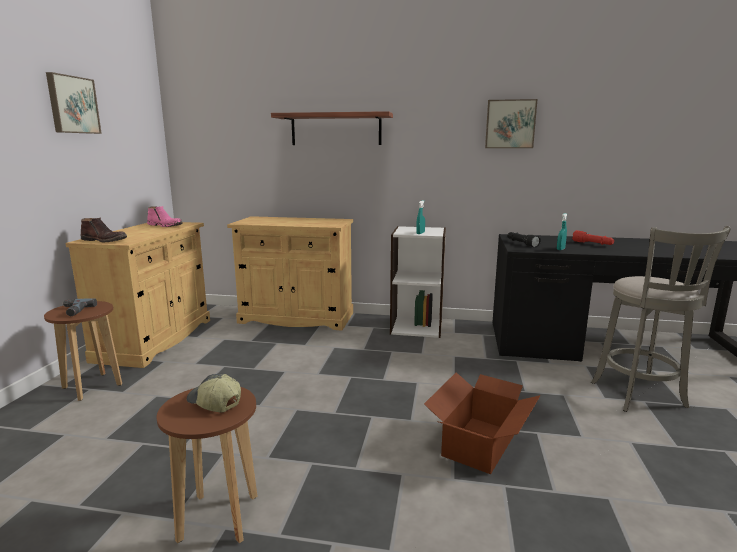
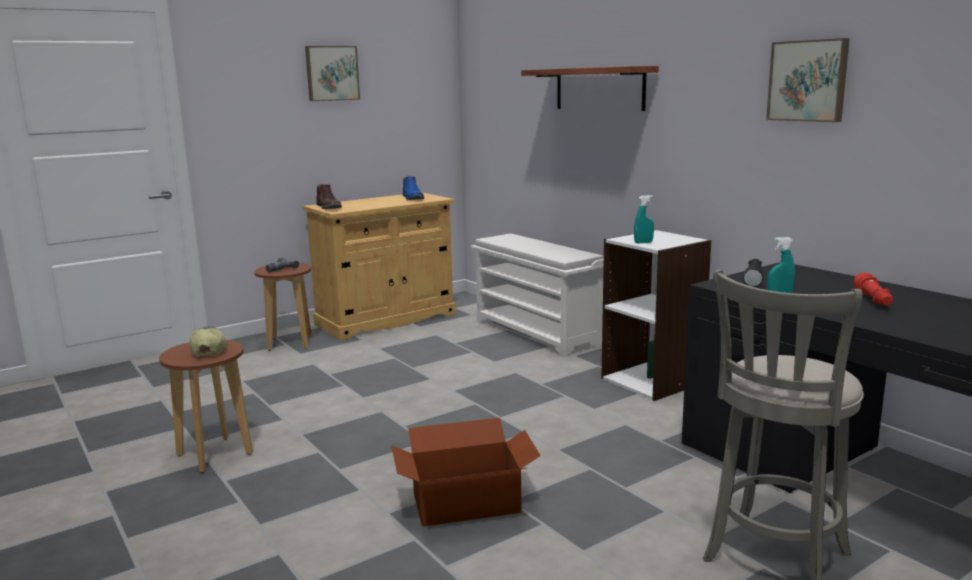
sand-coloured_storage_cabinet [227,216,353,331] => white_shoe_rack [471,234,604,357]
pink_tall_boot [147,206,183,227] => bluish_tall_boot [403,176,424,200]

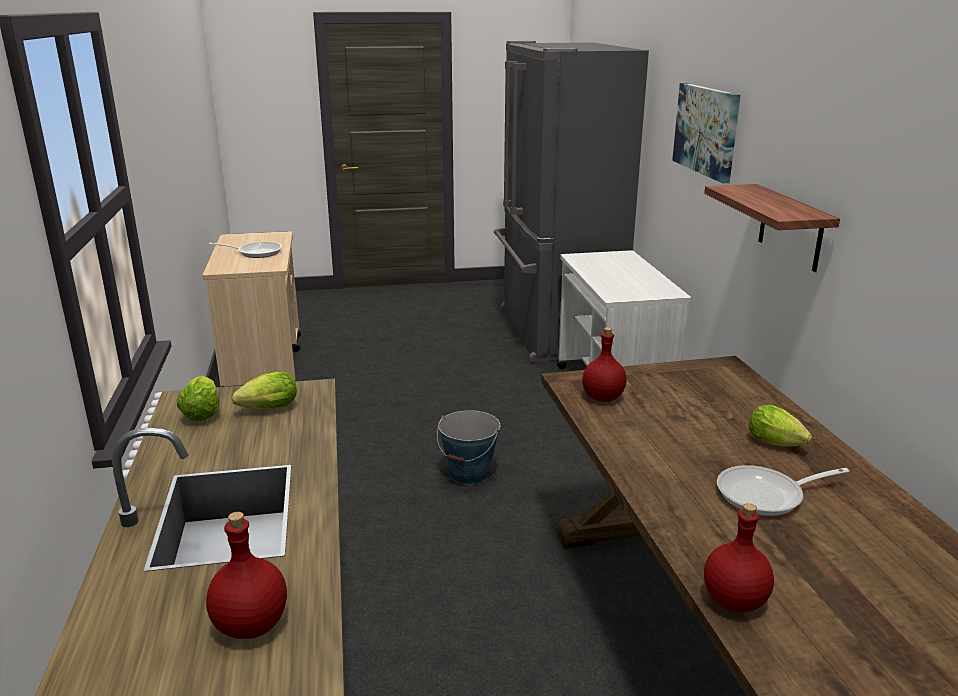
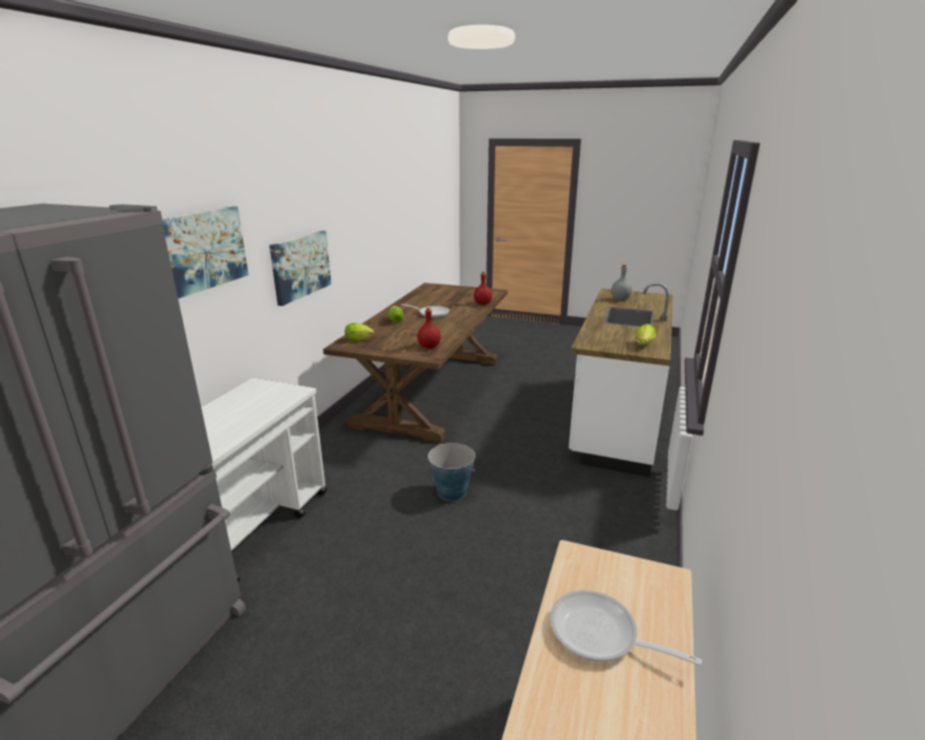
lettuce_head [232,371,297,409] => lettuce_head [345,323,374,341], moved
bracket_shelf [704,184,840,272] => wall_picture [269,231,331,306]
red-coloured_drink_bottle [206,512,287,639] => greyish_drink_bottle [611,264,632,300]

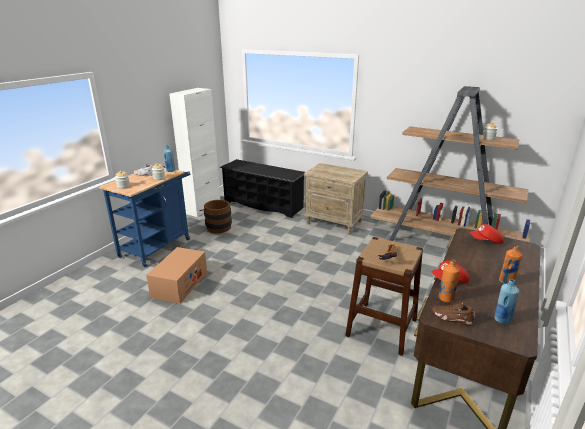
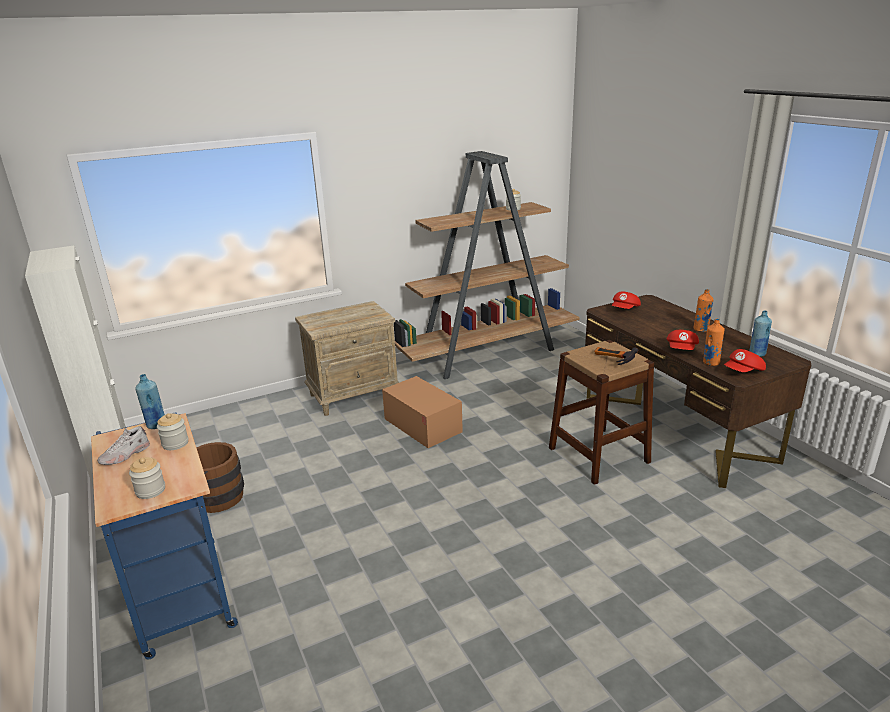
black_shoe_rack [220,159,305,218] => nothing
packing_box [146,247,207,304] => packing_box [382,376,463,448], moved
brown-coloured_low_shoe [432,302,475,326] => red-coloured_cap [724,349,766,372]

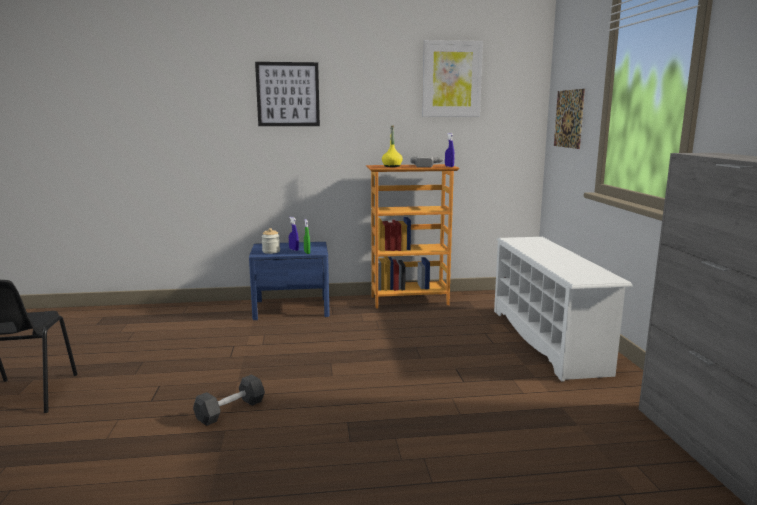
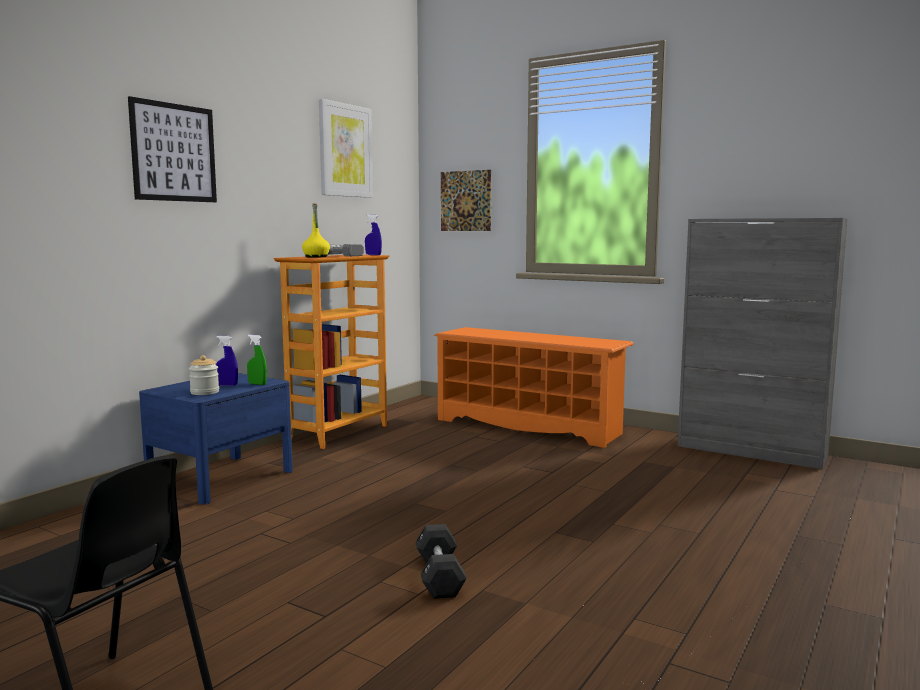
white_shoe_rack [494,237,633,382] => orange_shoe_rack [434,327,634,448]

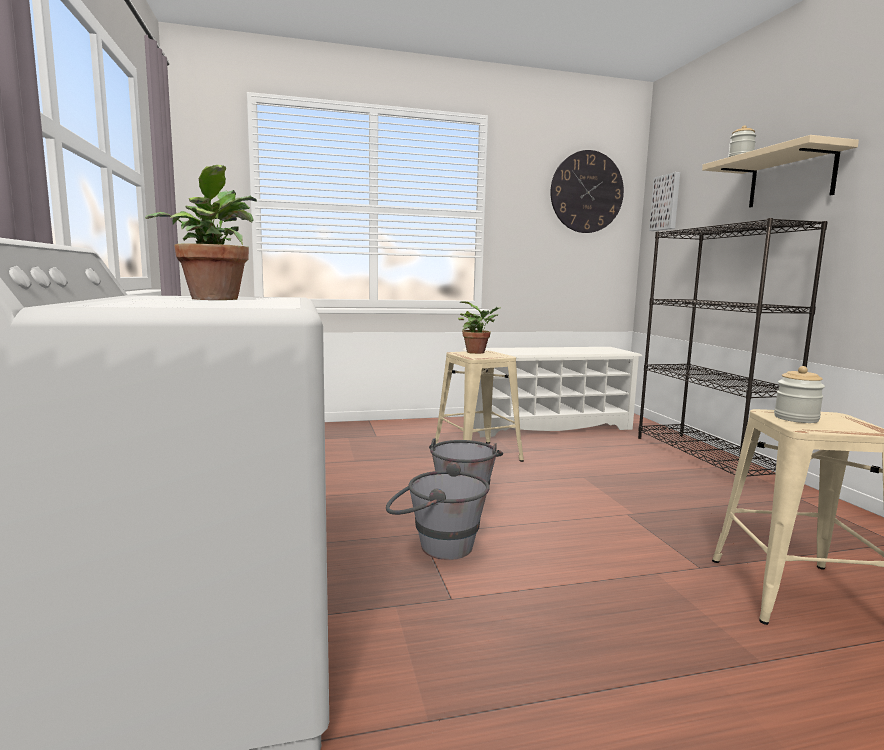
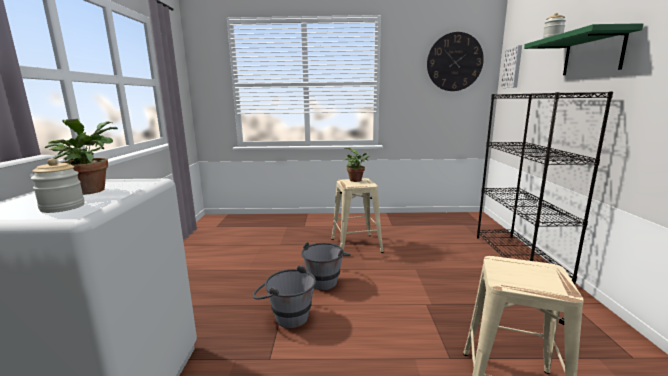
white_shoe_rack [462,347,642,437] => nothing
jar [774,366,825,423] => jar [31,158,85,213], moved
sand-coloured_bracket_shelf [702,135,859,207] => green-coloured_bracket_shelf [524,23,643,75]

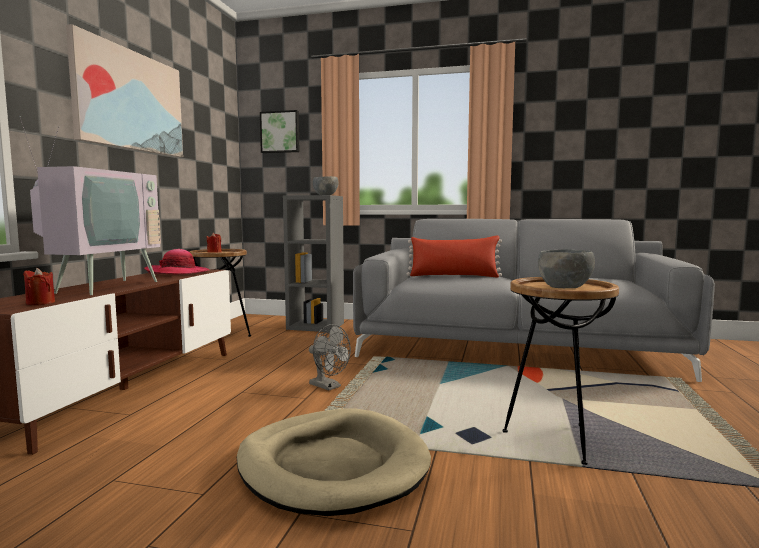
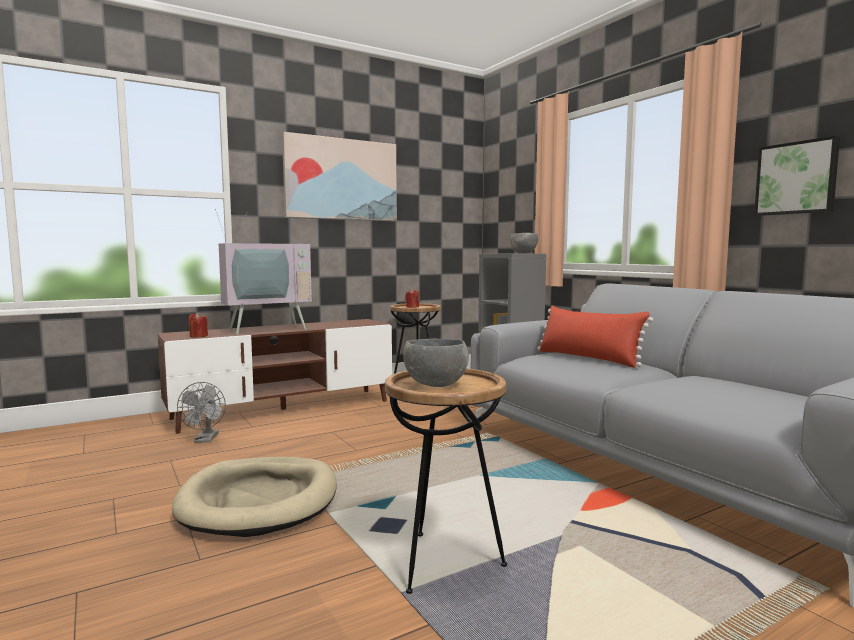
wearable_hat [144,249,209,275] => nothing
wall_picture [260,110,300,153] => wall_picture [754,135,840,216], moved
greyish_cooling_fan [309,324,351,391] => greyish_cooling_fan [177,382,226,443], moved

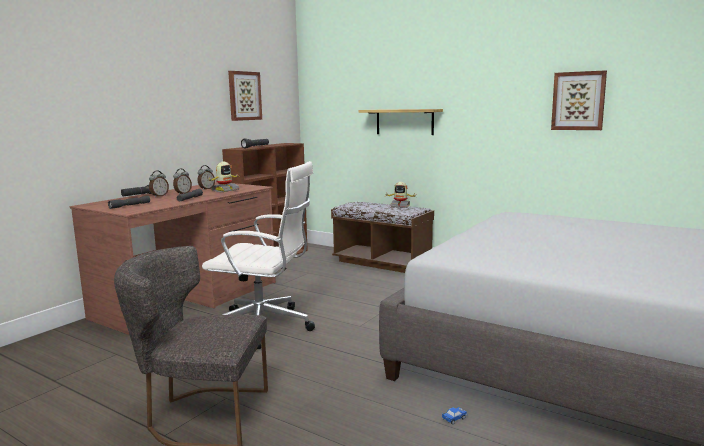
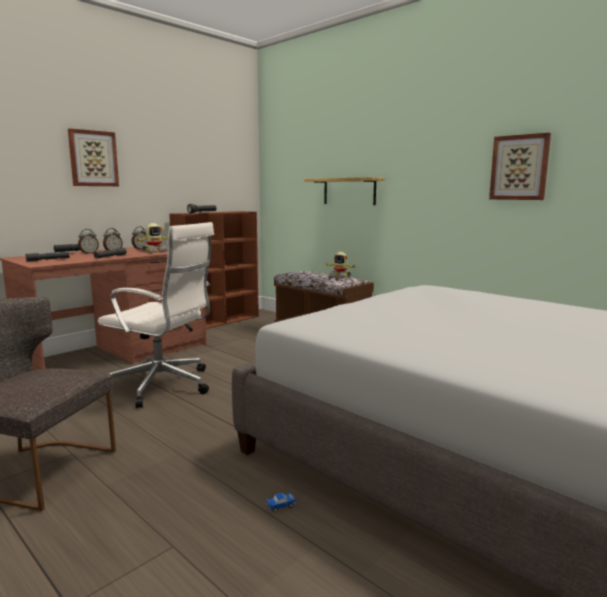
wall_picture [228,71,262,121] => wall_picture [68,128,119,186], moved

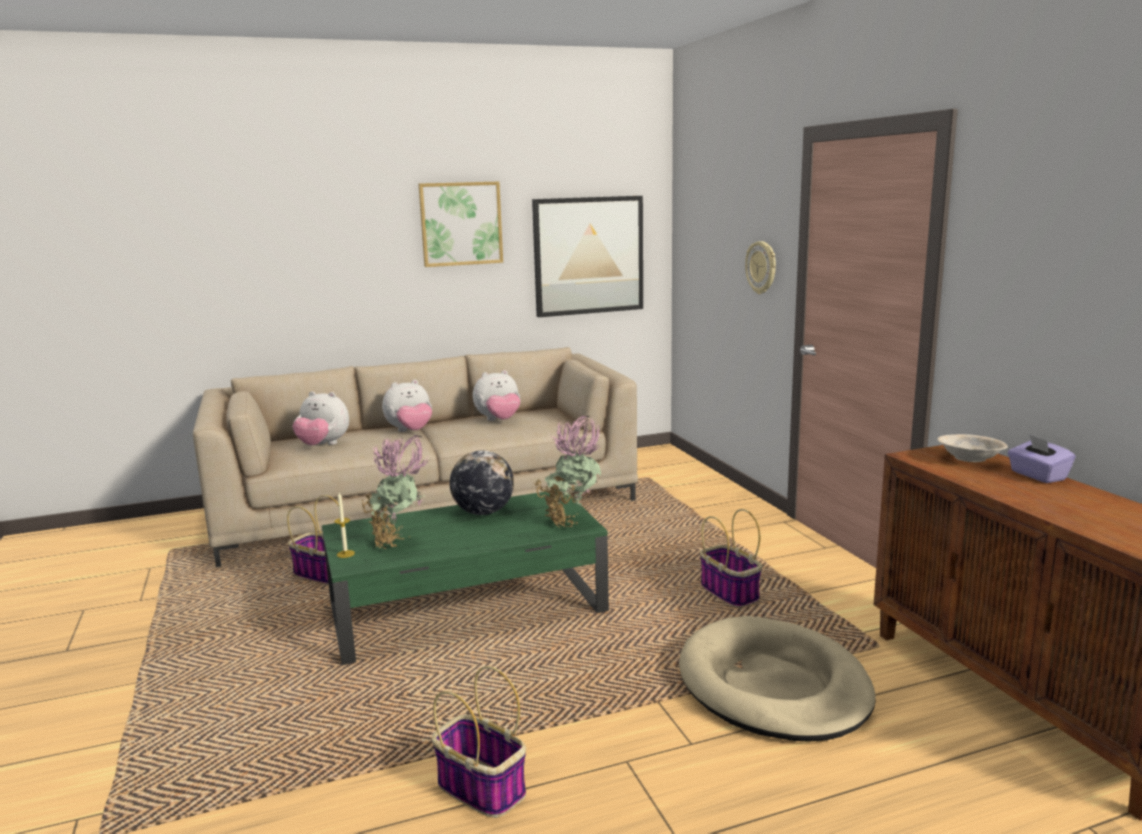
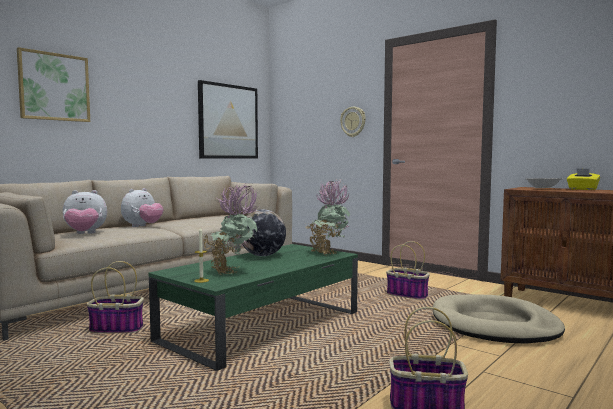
soft_toy [473,370,520,421] => nothing
wall_picture [418,182,503,267] => wall_picture [17,47,90,122], moved
purple_tissue_holder [1007,434,1076,483] => yellow-coloured_tissue_holder [567,168,600,190]

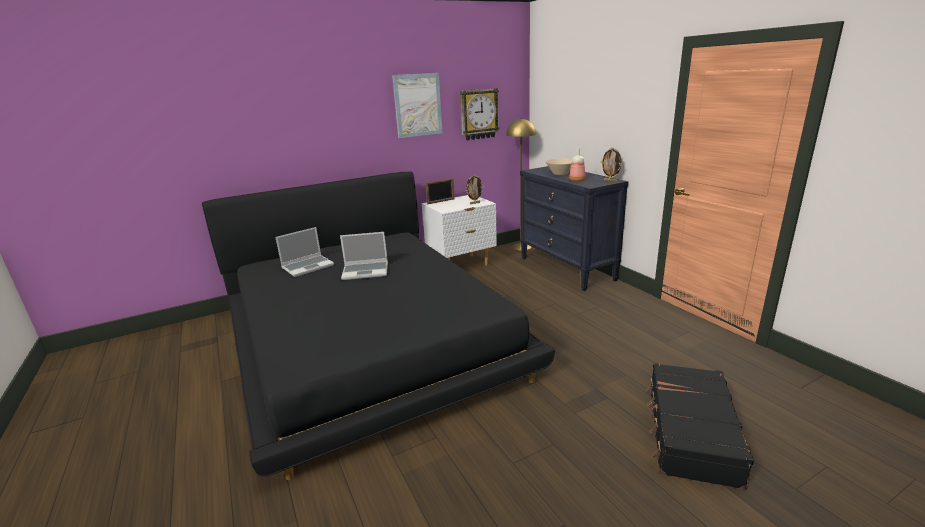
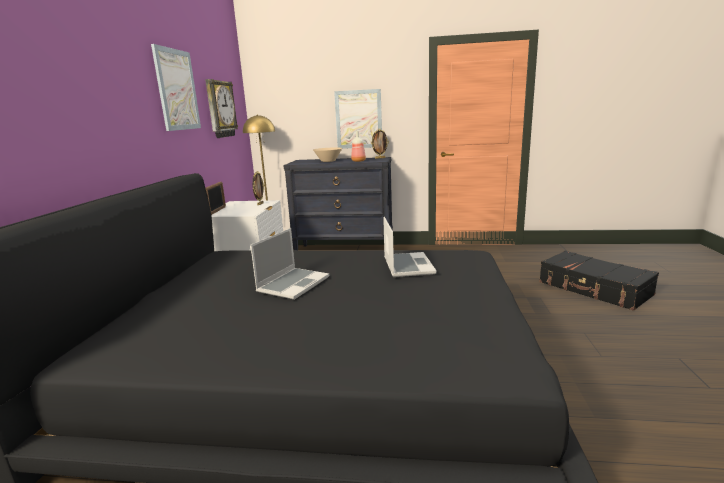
nothing => wall_picture [334,89,382,149]
notebook_computer [275,227,334,277] => notebook_computer [383,217,437,277], moved

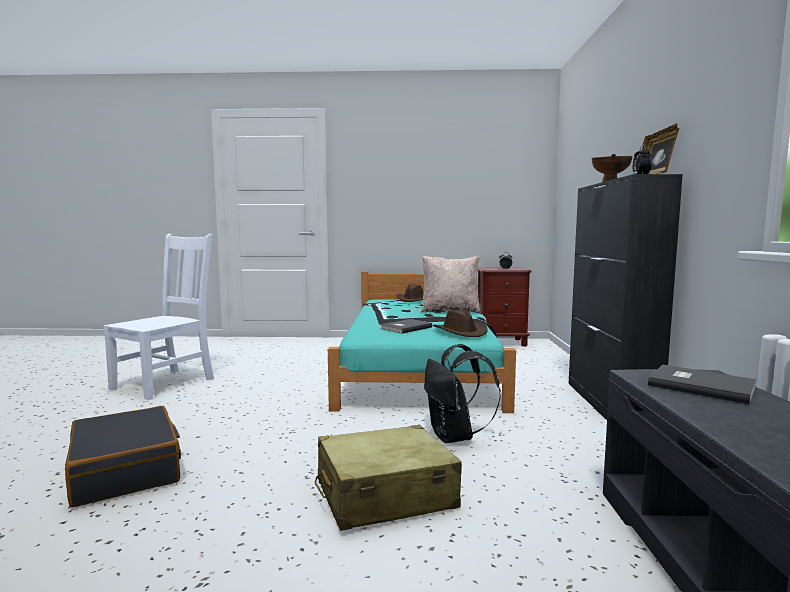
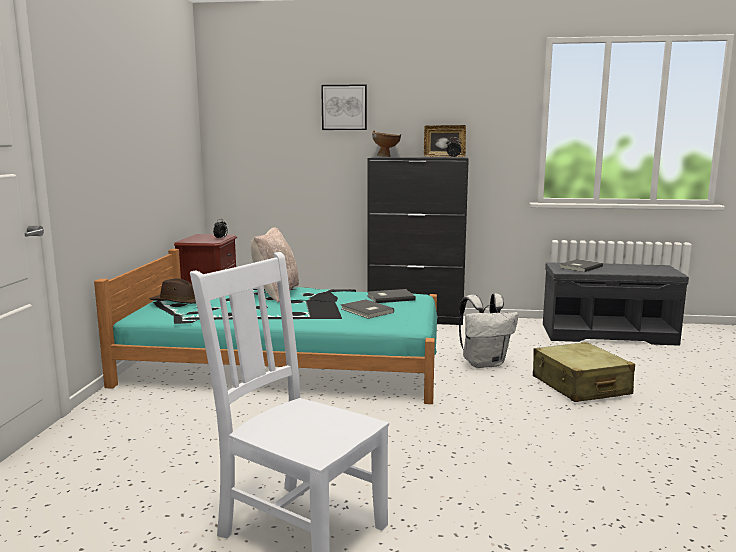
black_suitcase [65,406,181,507] => nothing
nothing => wall_picture [321,84,367,130]
brown-coloured_wearable_hat [433,309,488,337] => greyish_volume [368,289,416,303]
black_backpack [424,344,501,443] => white_backpack [459,293,518,368]

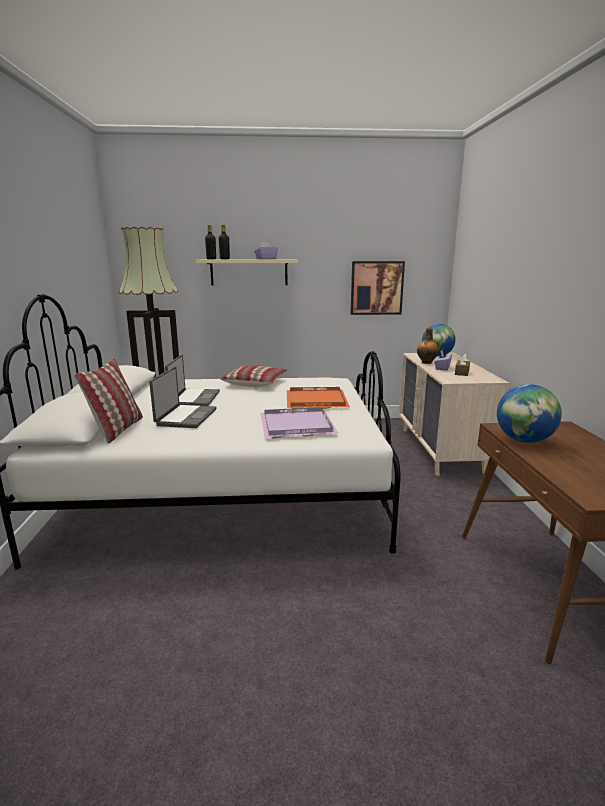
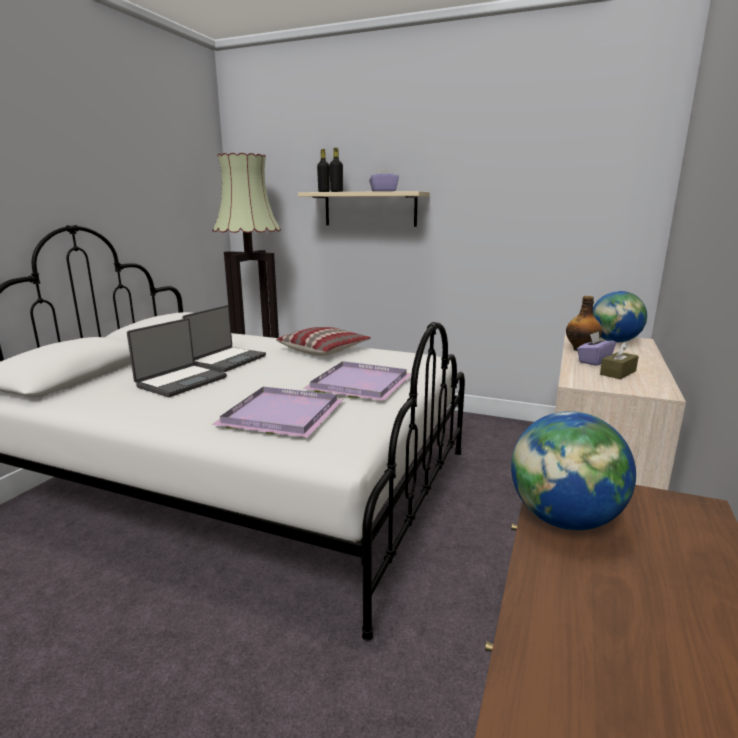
cushion [74,358,143,444] => nothing
wall_picture [350,261,405,315] => nothing
orange_serving_tray [287,387,350,410] => purple_serving_tray [303,361,412,401]

